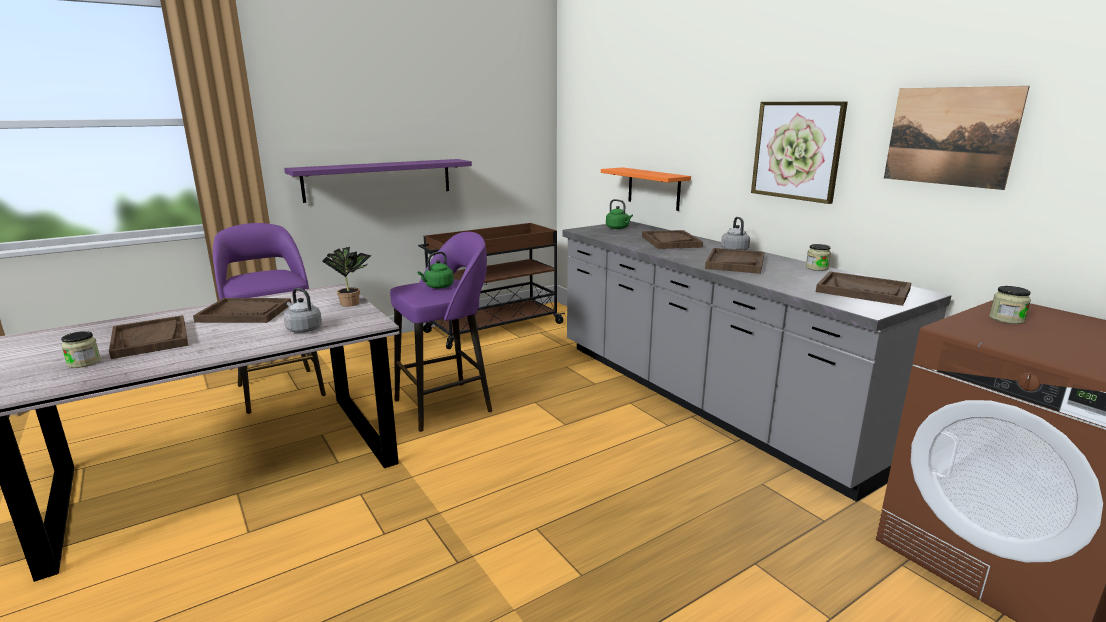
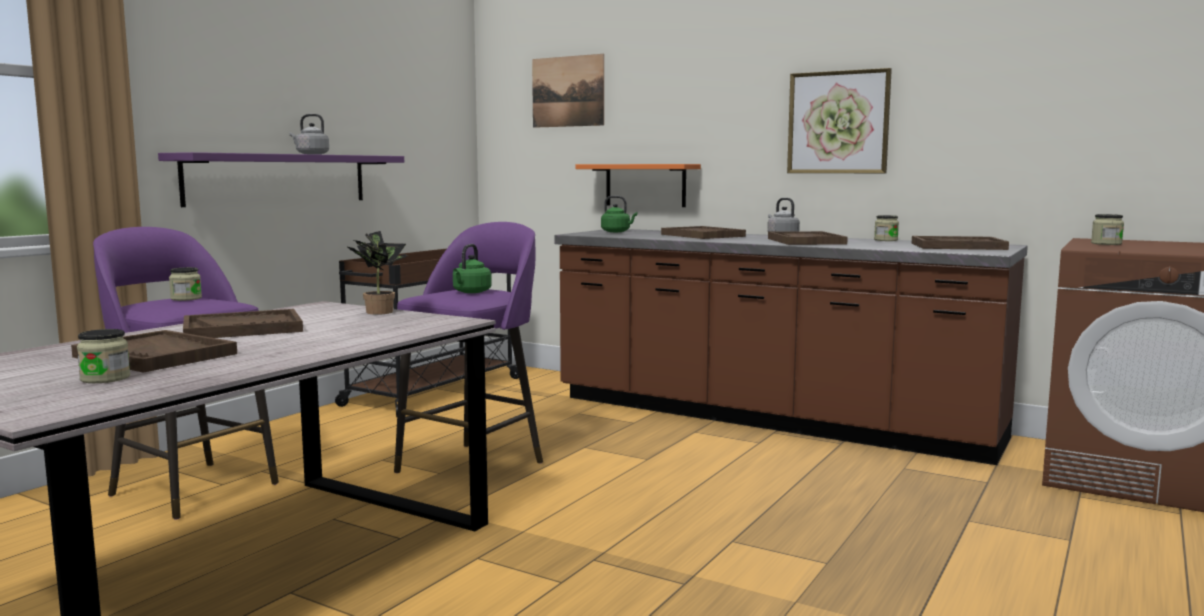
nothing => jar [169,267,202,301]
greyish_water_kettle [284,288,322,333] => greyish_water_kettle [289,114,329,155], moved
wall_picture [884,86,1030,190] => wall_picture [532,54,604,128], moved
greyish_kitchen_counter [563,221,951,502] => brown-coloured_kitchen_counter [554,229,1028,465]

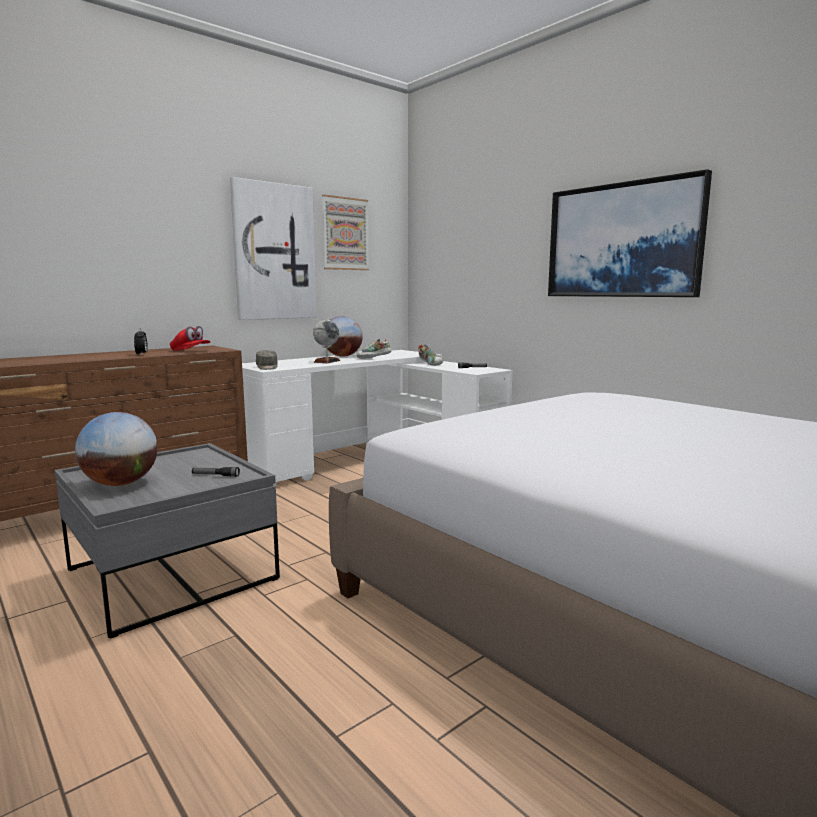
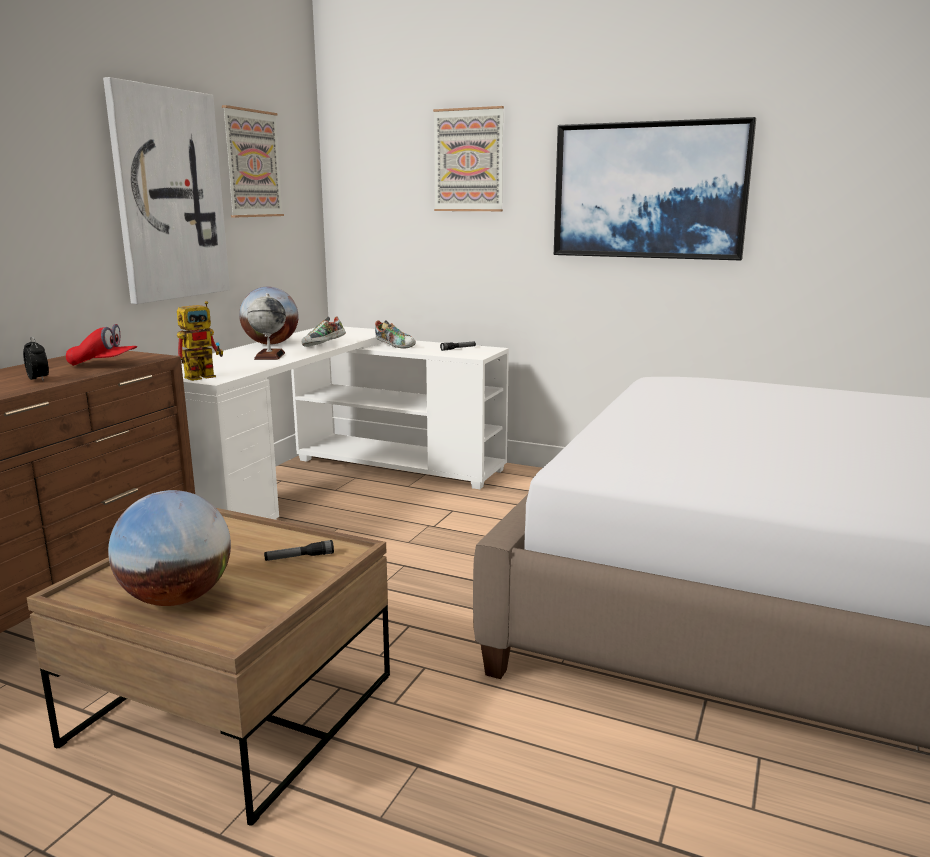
nothing => wall_picture [433,106,504,211]
greyish_cap [256,350,278,370] => robot_figure [177,301,223,381]
greyish_low_table [55,443,280,638] => brown-coloured_low_table [27,508,390,826]

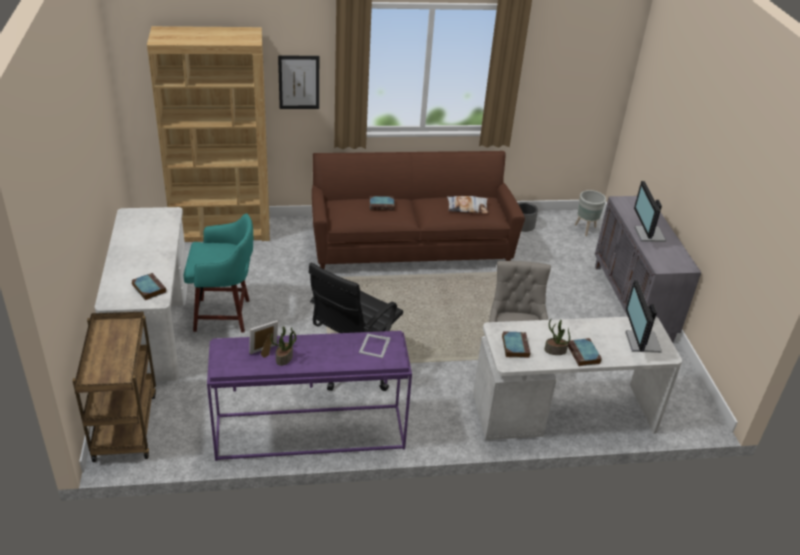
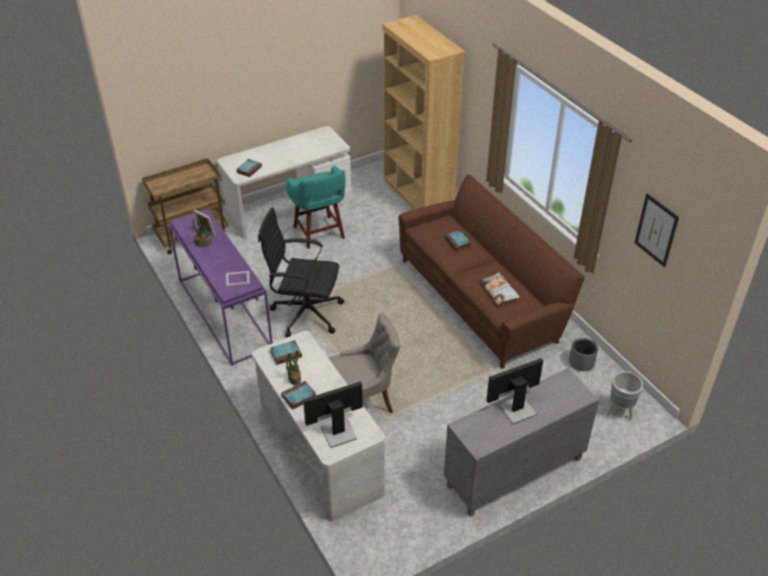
wall_picture [278,56,319,109] => wall_picture [635,193,679,267], moved

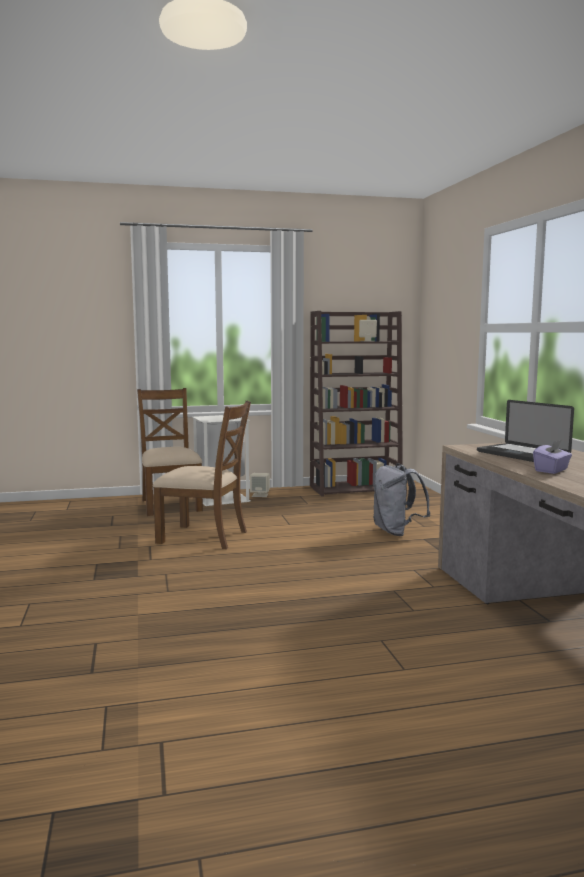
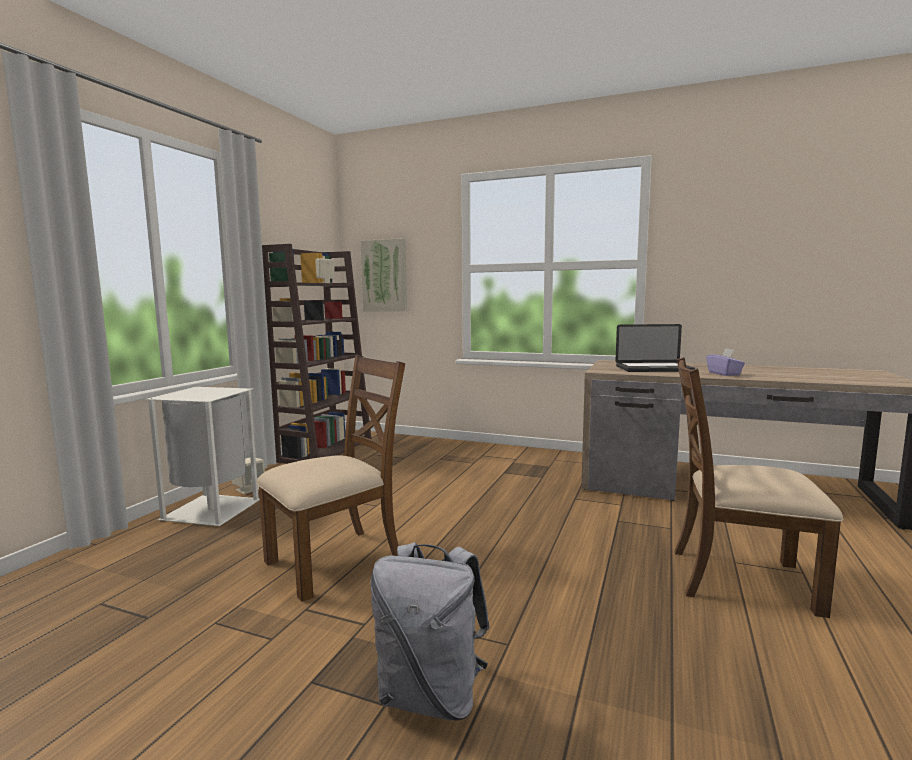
nothing => wall_picture [360,238,407,311]
brown-coloured_plain_chair [137,388,203,516] => brown-coloured_plain_chair [674,357,843,618], moved
greyish_backpack [373,463,431,536] => greyish_backpack [370,542,490,721], moved

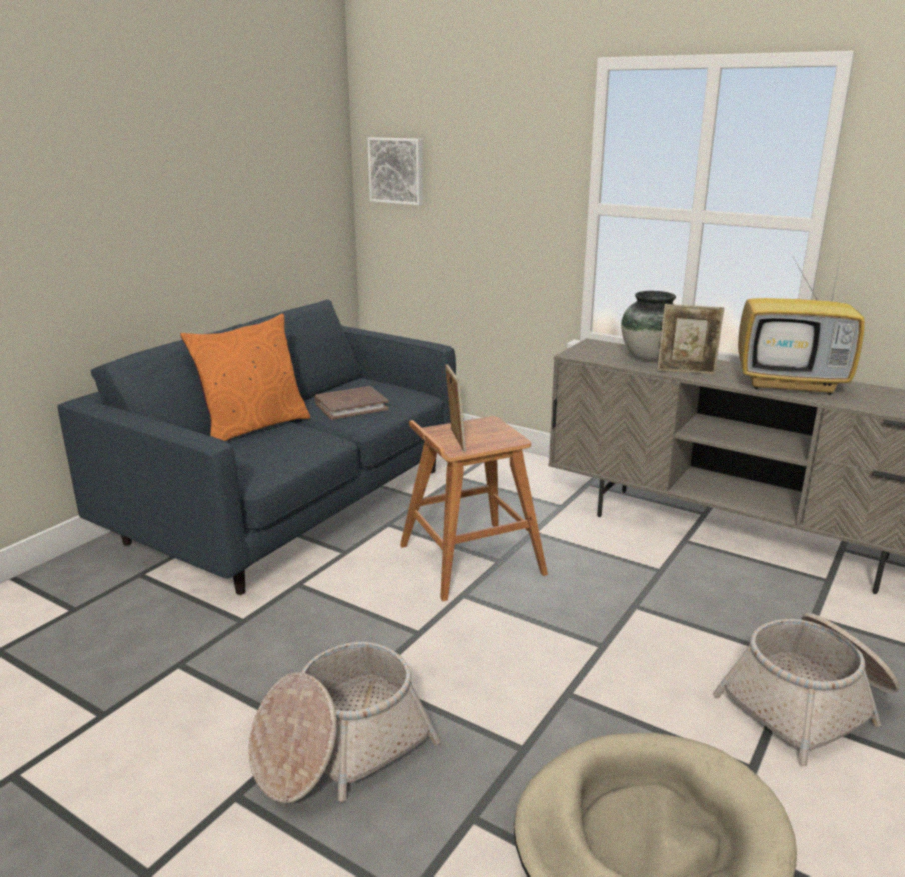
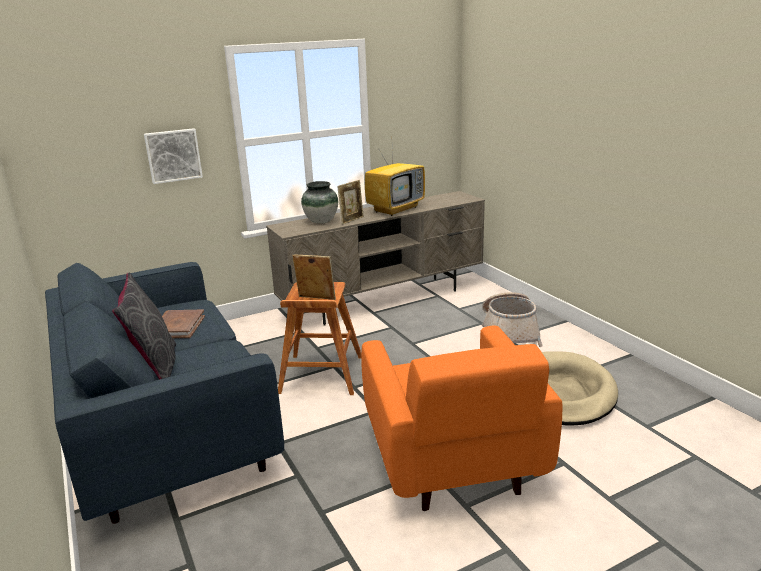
wall_picture [367,137,423,205] => wall_picture [144,128,203,184], moved
storage_basket [248,642,441,803] => orange_easy_chair [361,326,562,511]
orange_cushion [180,314,310,441] => greyish_cushion [112,272,176,379]

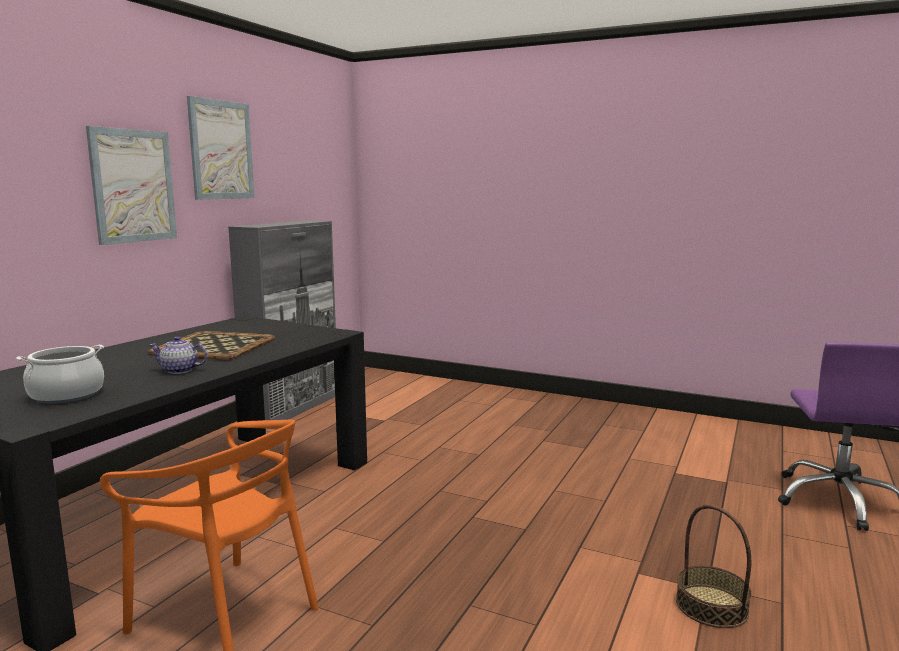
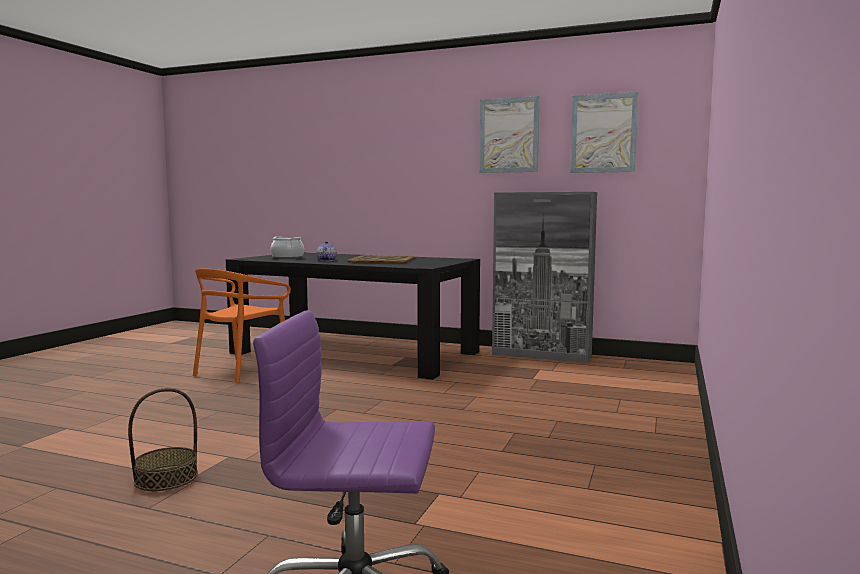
wall_picture [86,126,177,245] => wall_picture [570,92,638,173], moved

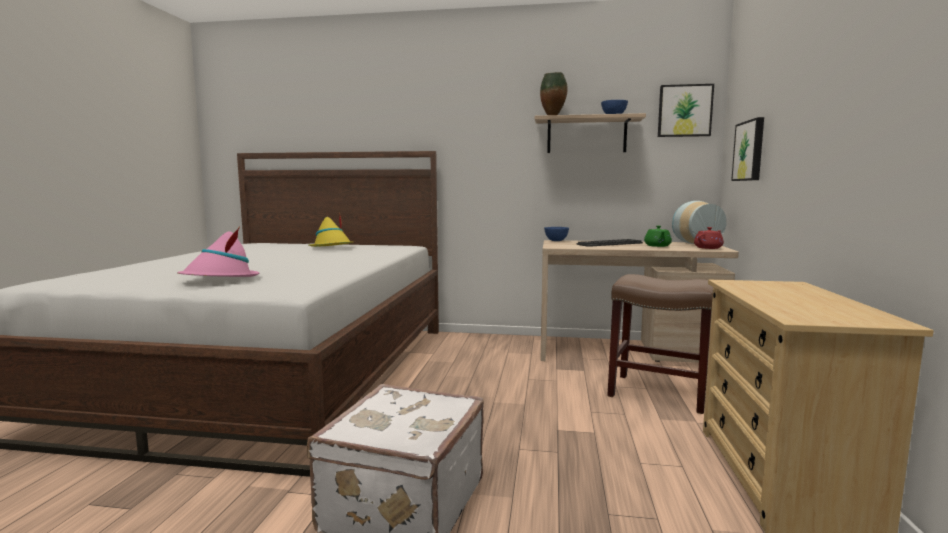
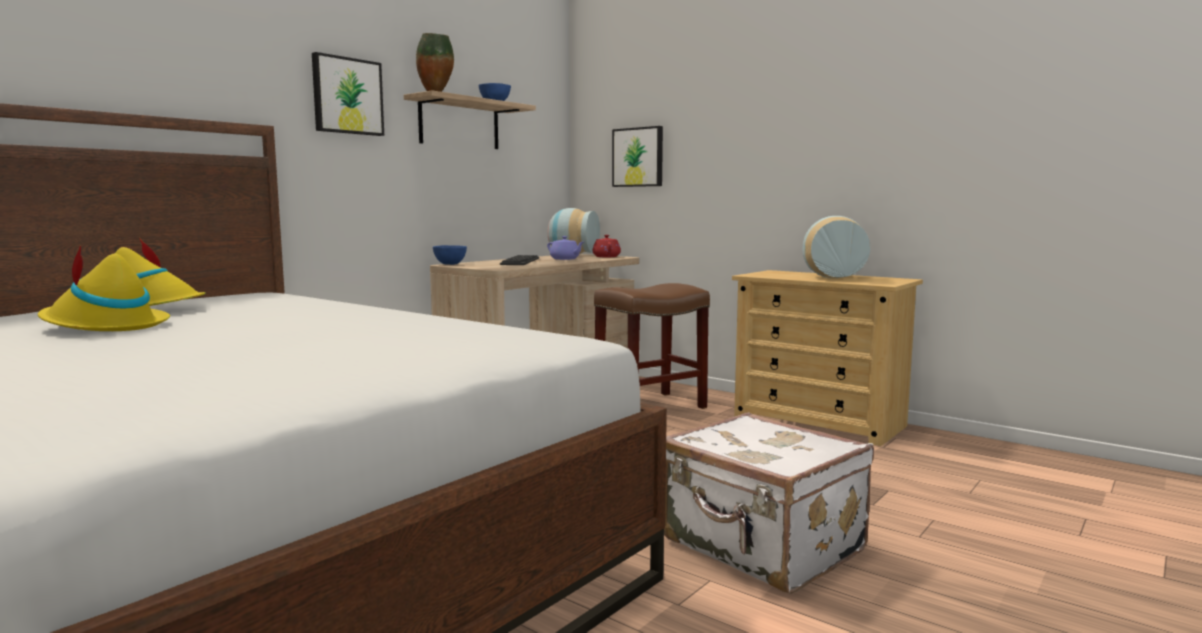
pink_wearable_hat [177,226,260,277] => nothing
nothing => yellow-coloured_wearable_hat [38,246,170,331]
nothing => vase [803,216,870,278]
wall_picture [658,84,714,137] => wall_picture [312,52,384,136], moved
green-coloured_teapot [644,226,672,247] => purple_teapot [547,236,584,260]

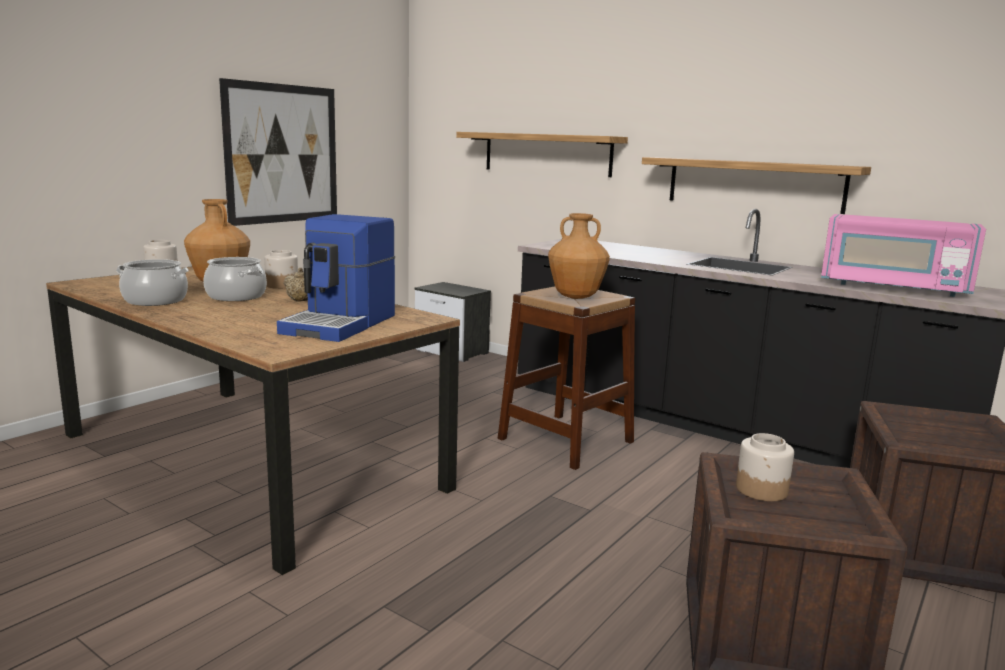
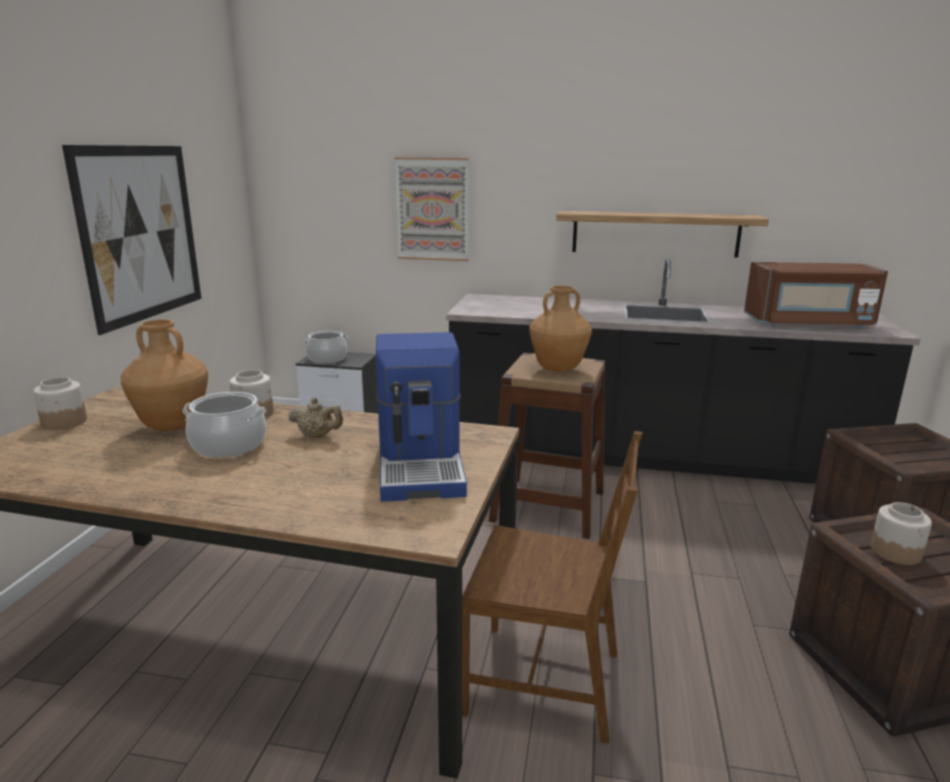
nothing => brown-coloured_plain_chair [462,431,642,744]
stockpot [116,259,189,306] => stockpot [303,331,348,363], moved
bracket_shelf [456,132,628,177] => wall_picture [395,157,469,261]
pink_kitchen_microwave [821,214,986,297] => brown-coloured_kitchen_microwave [744,262,888,328]

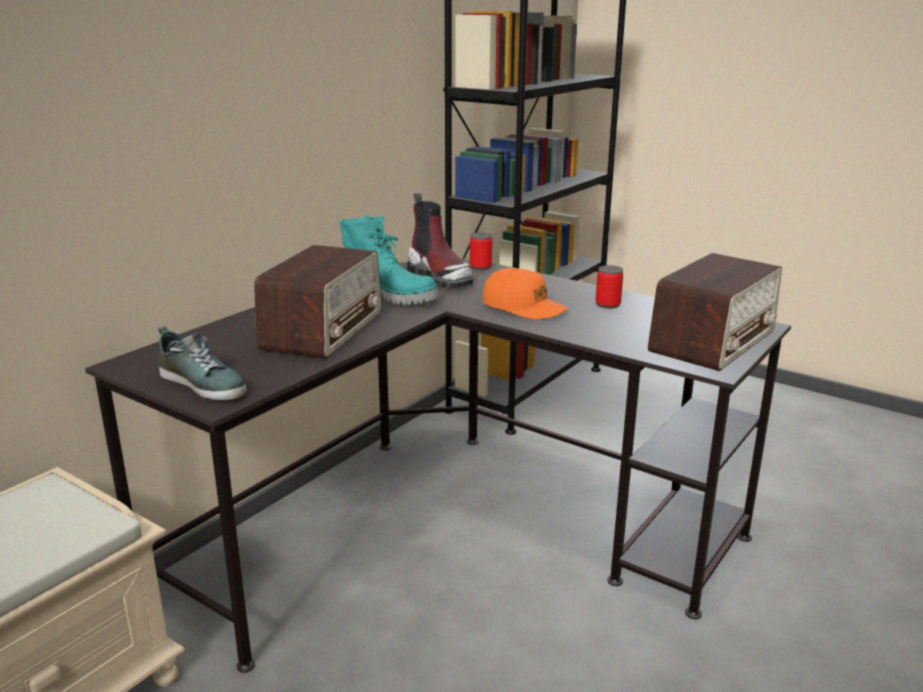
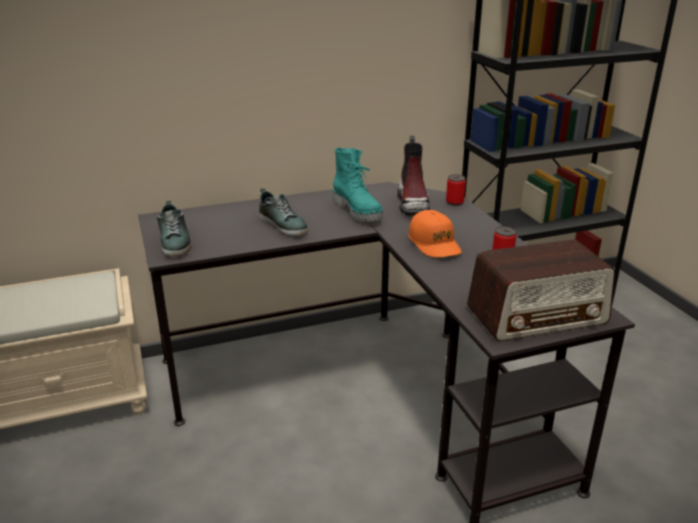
radio_receiver [254,245,382,359] => low_shoe [259,188,308,236]

